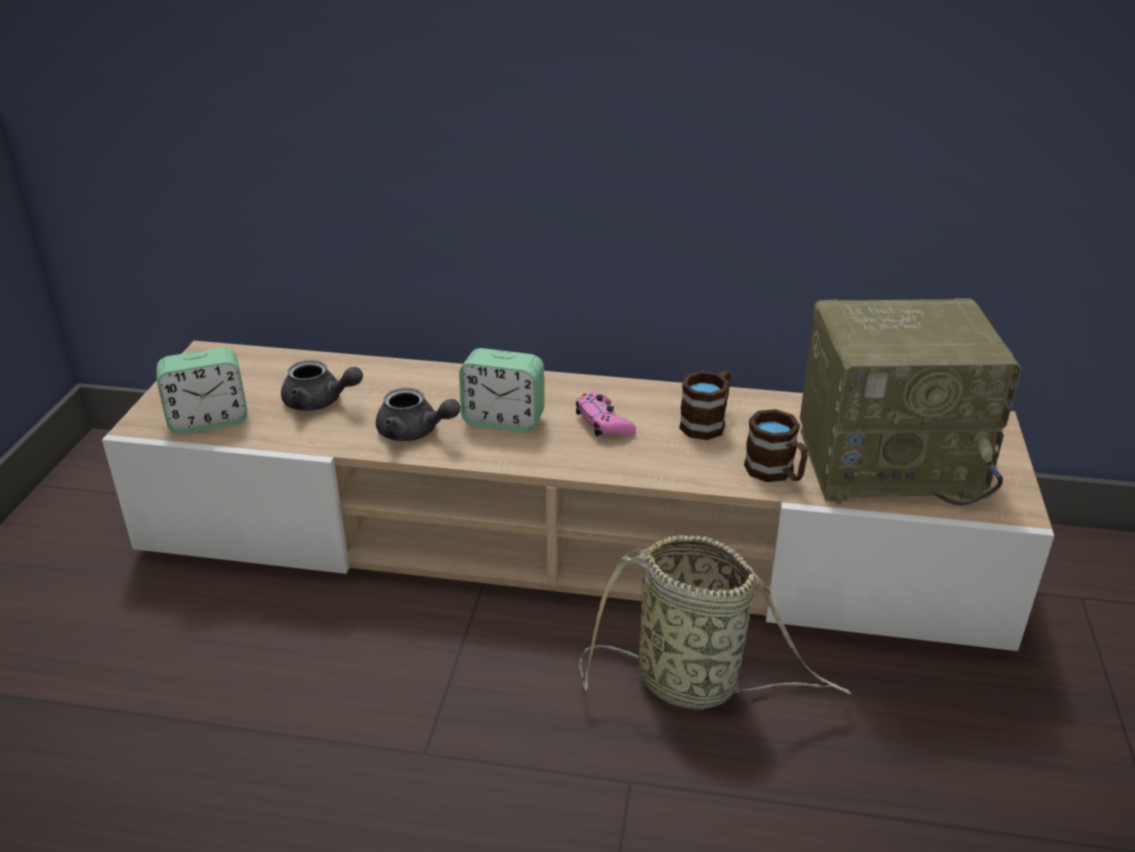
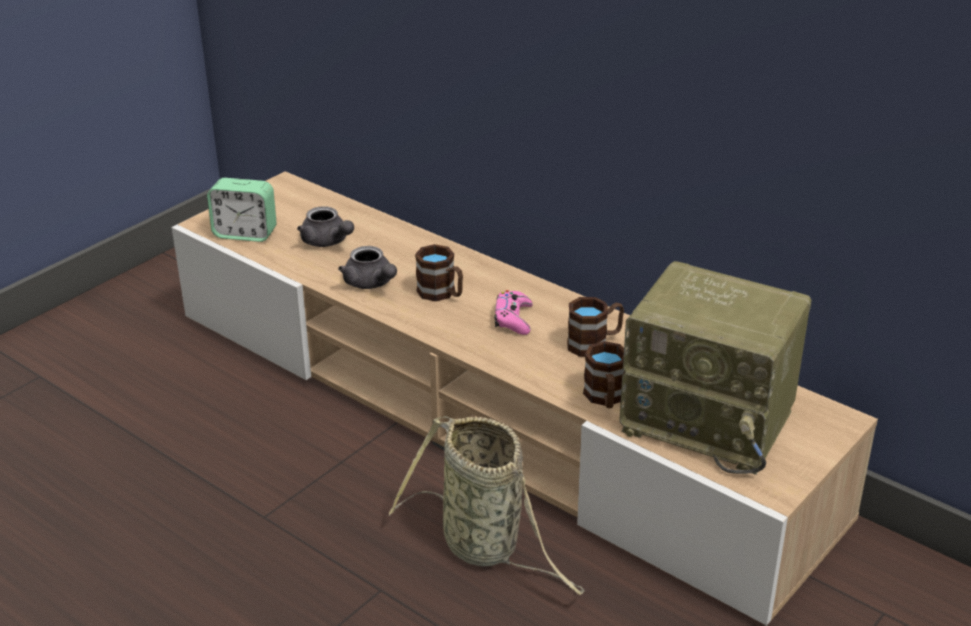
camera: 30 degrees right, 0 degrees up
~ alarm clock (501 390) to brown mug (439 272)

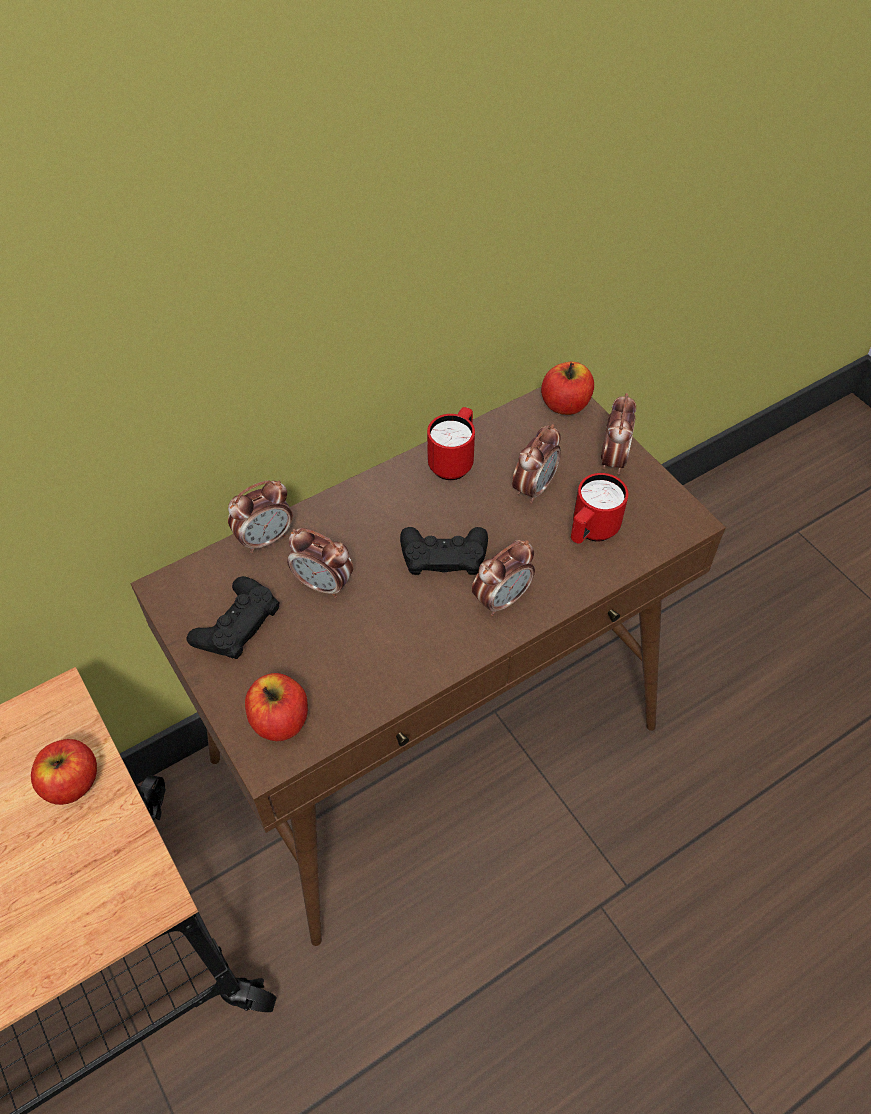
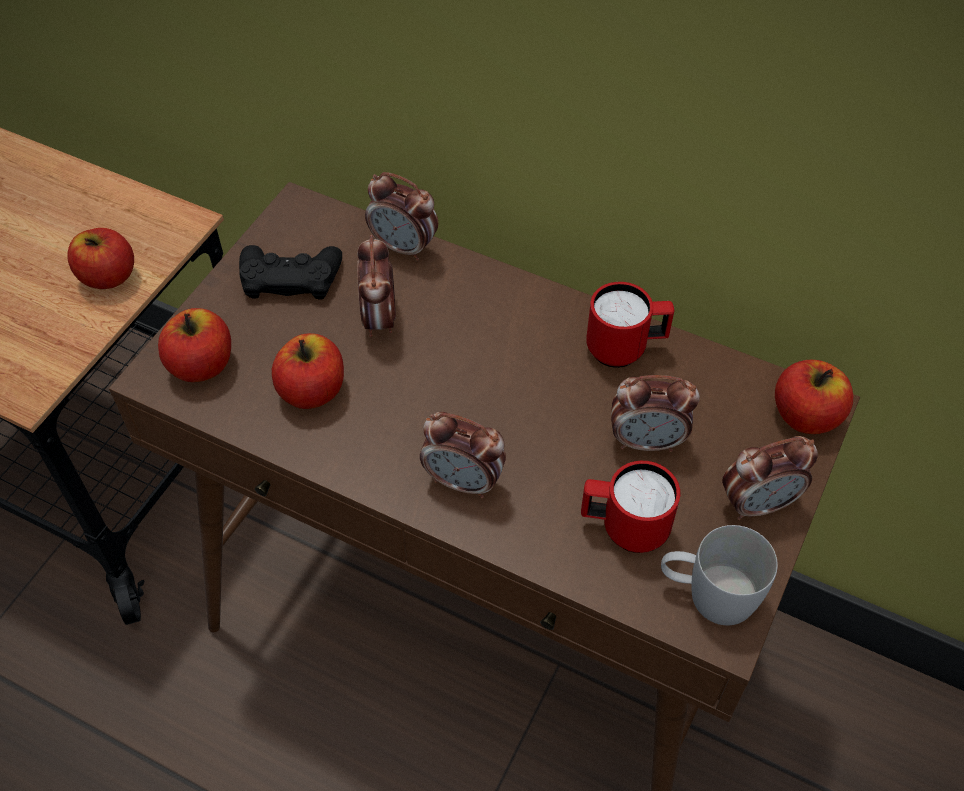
camera: 60 degrees right, 0 degrees up
- black game controller (444 551)
+ apple (308 371)
+ white mug (719 575)

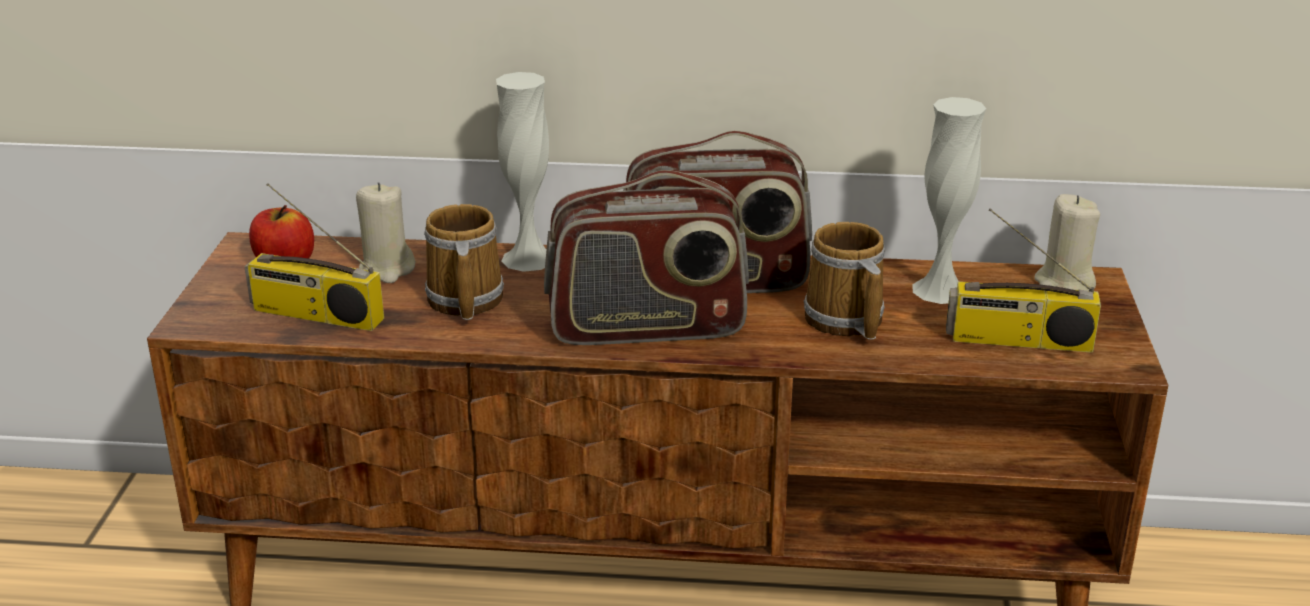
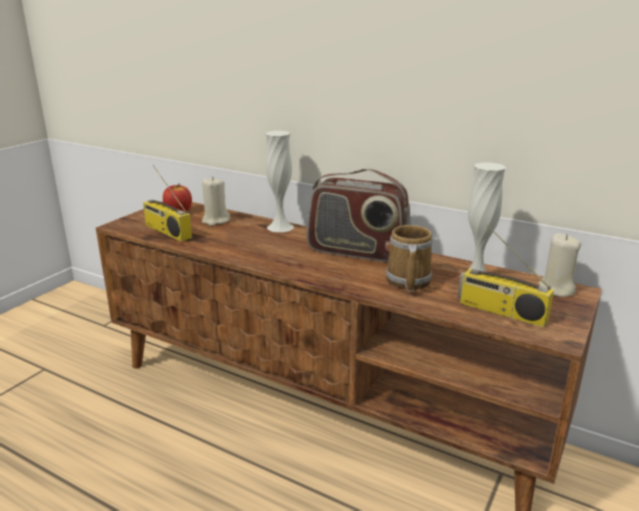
camera: 25 degrees right, 5 degrees down
- mug (464 262)
- radio (646 257)

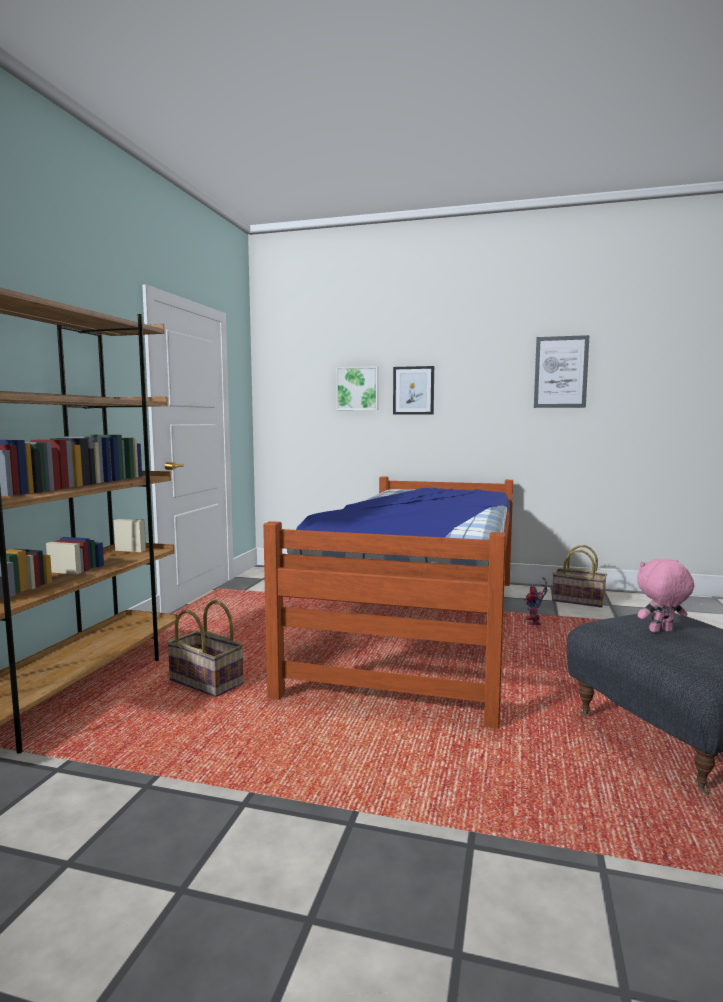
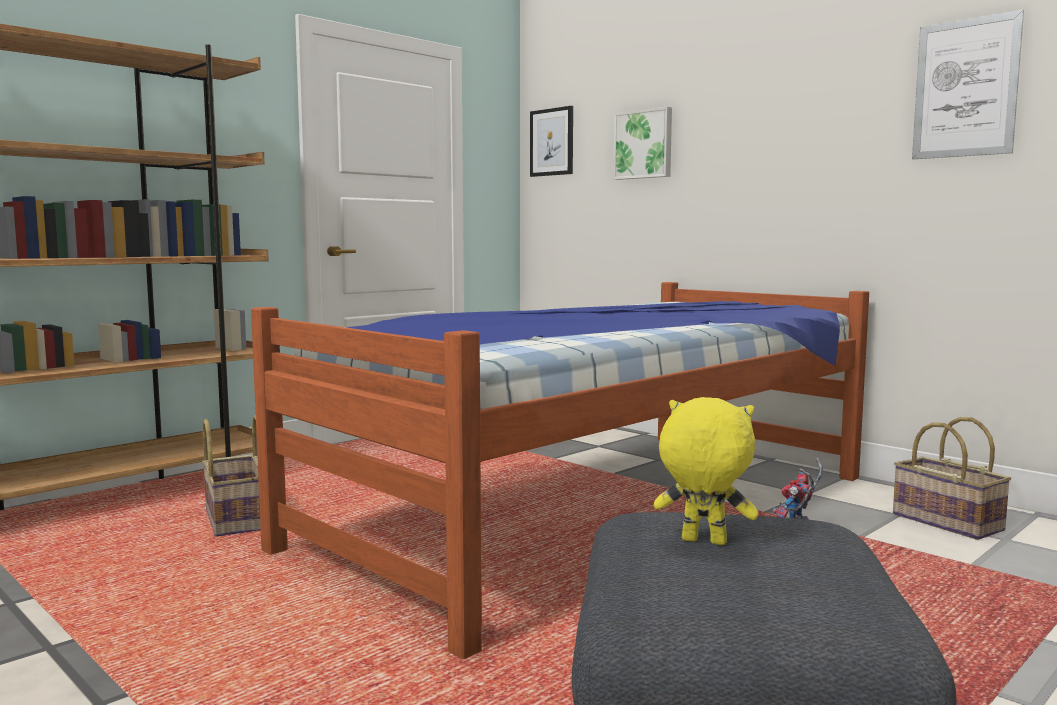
camera: 30 degrees right, 0 degrees up
~ picture (413 390) to (551 141)
~ pink plush toy (665 595) to yellow plush toy (706 471)

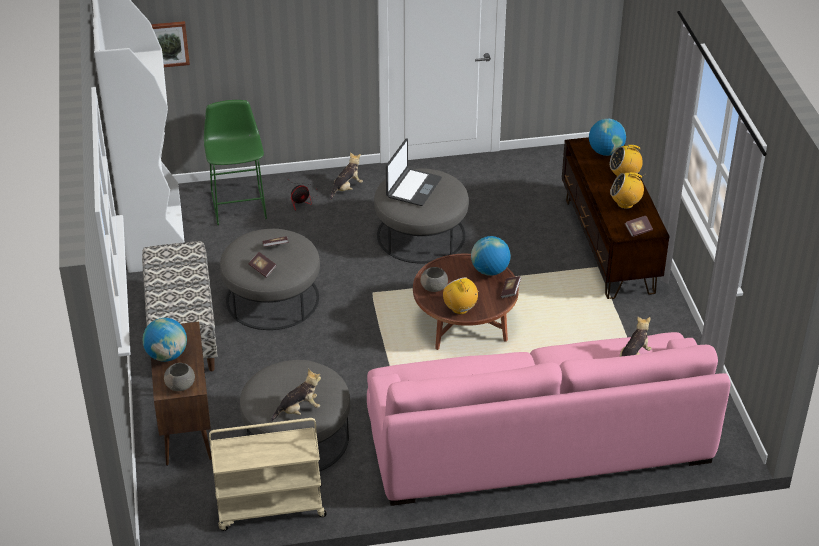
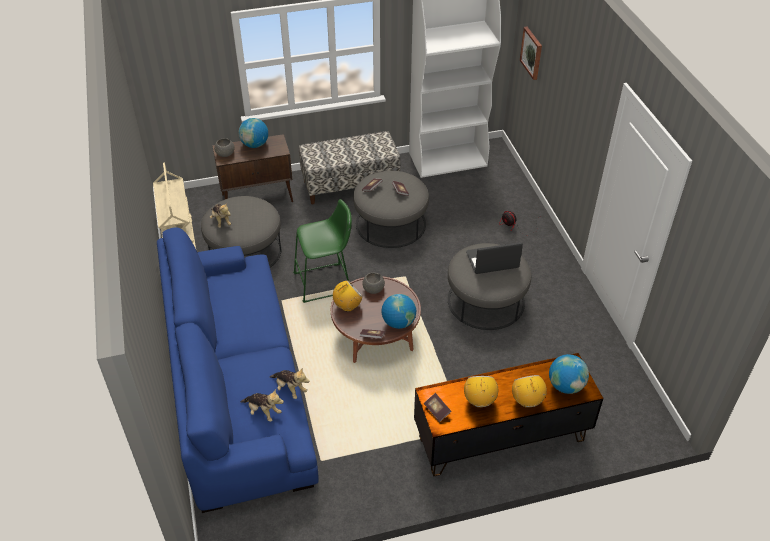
camera: 85 degrees right, 5 degrees up
~ green stool (235 162) to (322 251)
~ plush toy (346 176) to (289 383)
~ pink sofa (548 419) to blue sofa (238 370)
~ laptop (414 172) = (494 258) 150 degrees clockwise

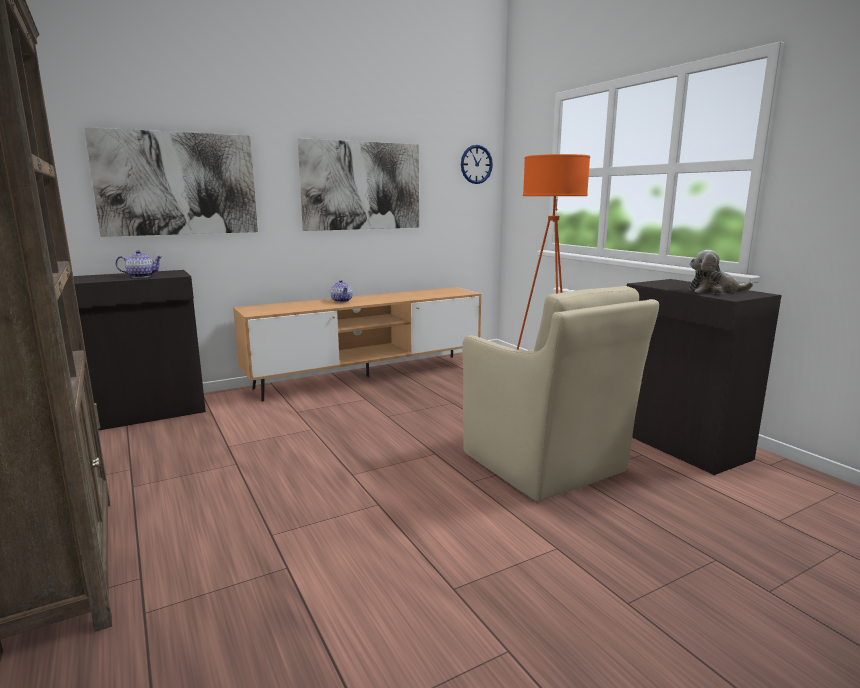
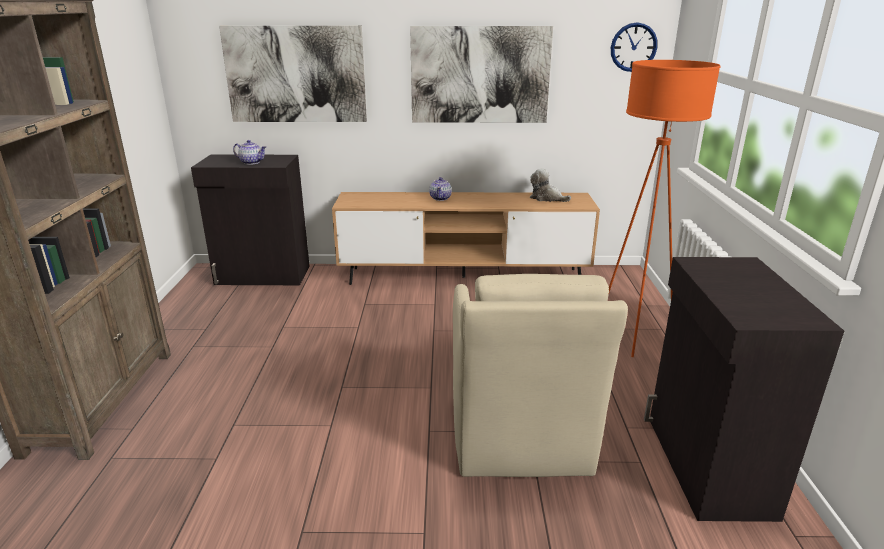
camera: 30 degrees right, 10 degrees up
~ plush toy (721 272) to (550 185)

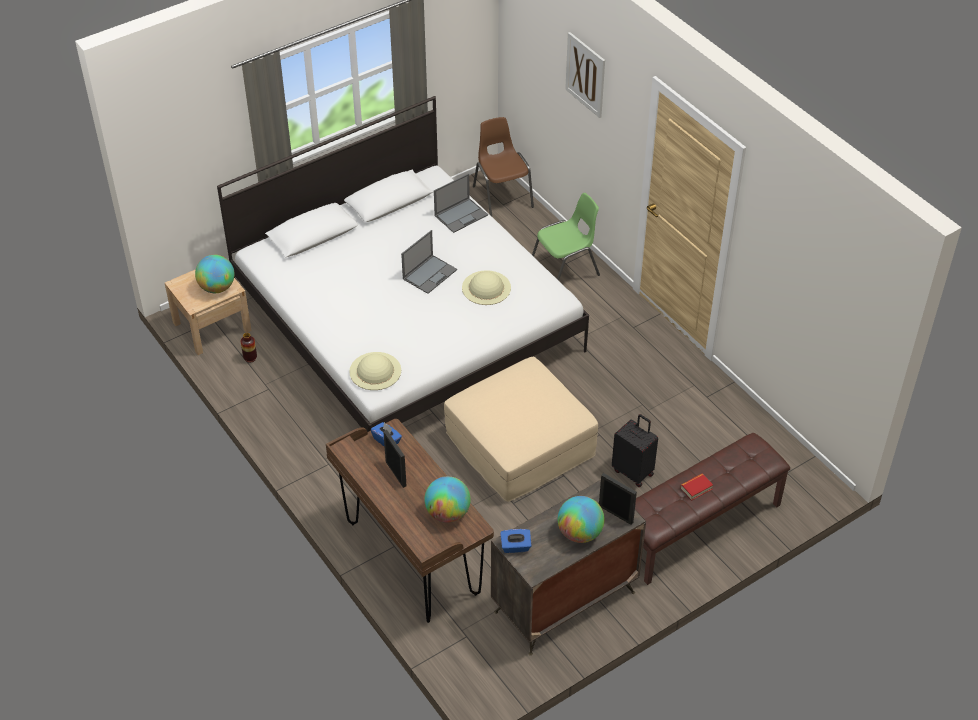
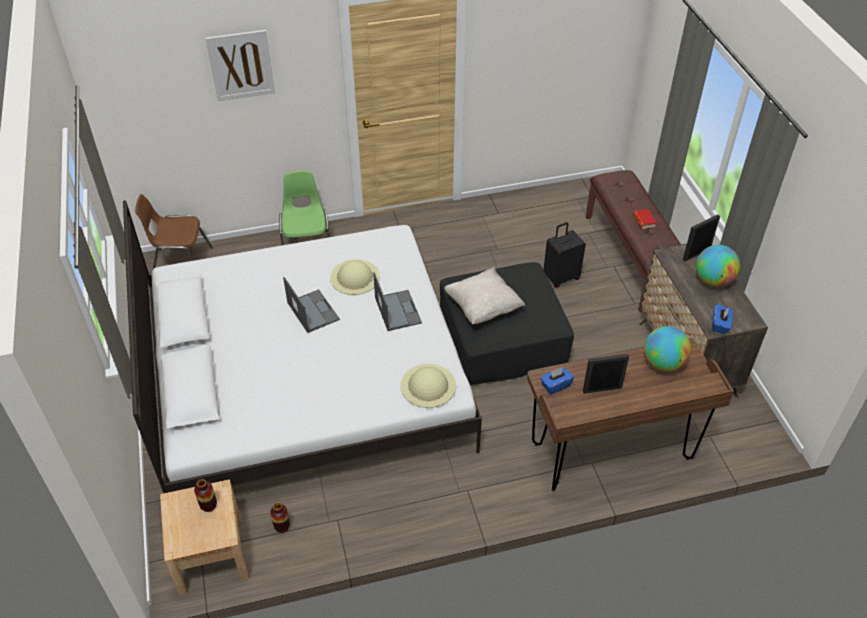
camera: 70 degrees left, 0 degrees up
~ globe (215 274) to vase (205 495)
~ laptop (461 203) to (397 301)
~ beige ottoman (521 429) to black ottoman (507 323)
+ beige pillow (484 295)

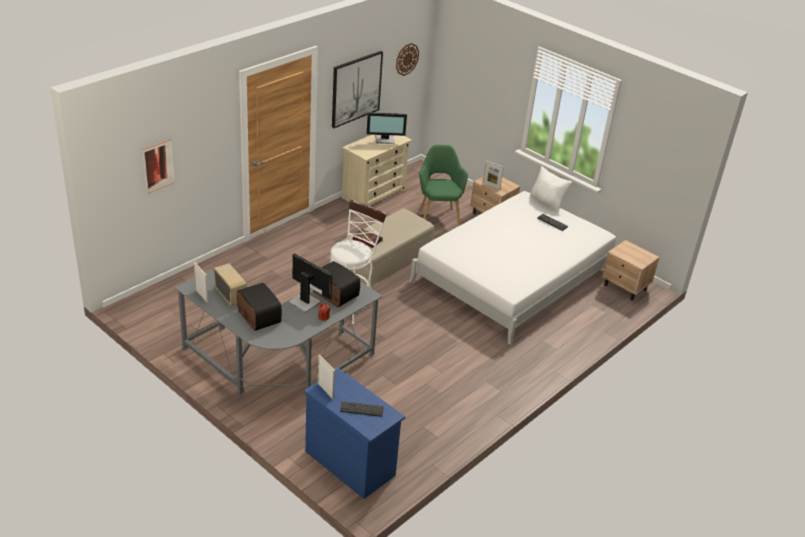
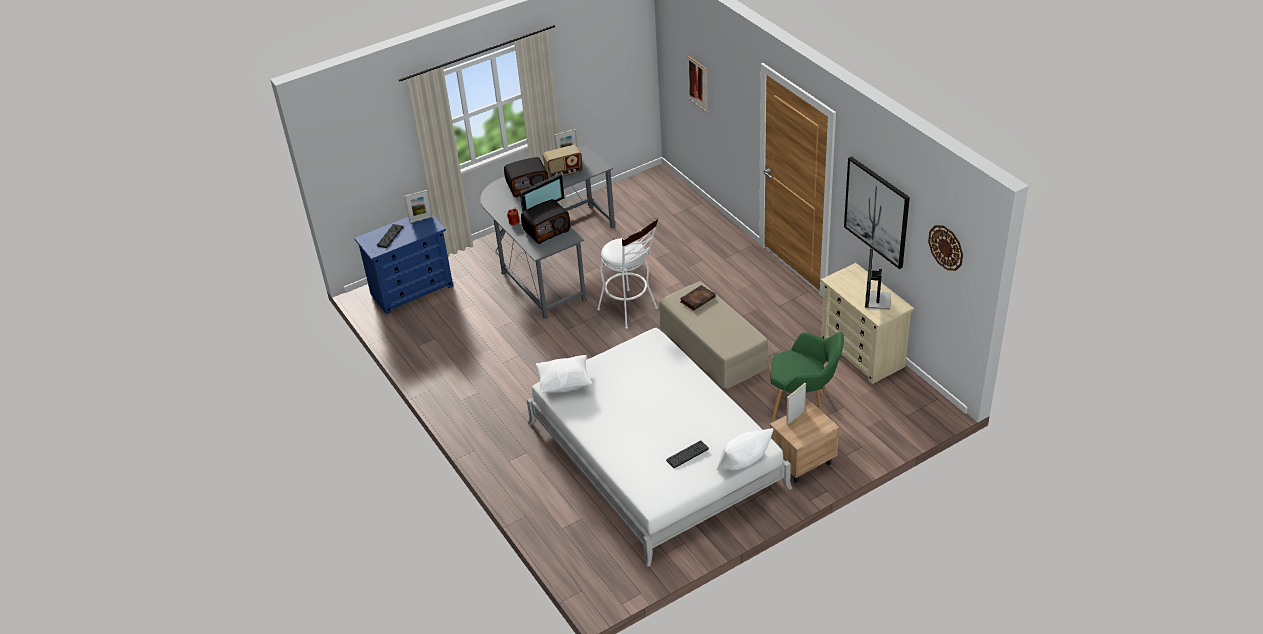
camera: 110 degrees right, 5 degrees up
- beige nightstand (631 270)
+ white pillow (564 374)

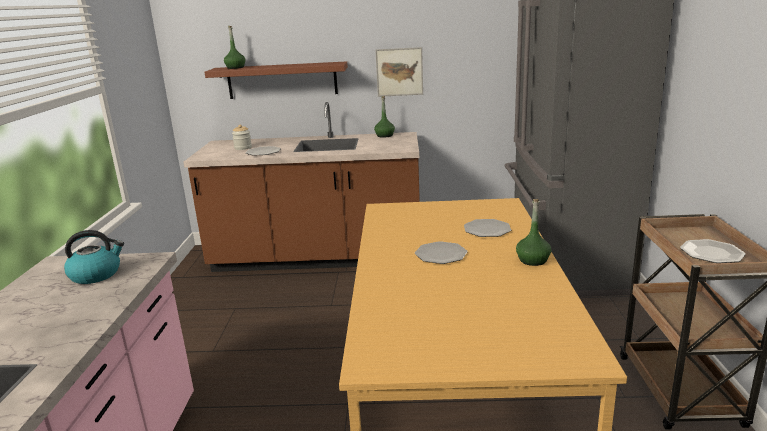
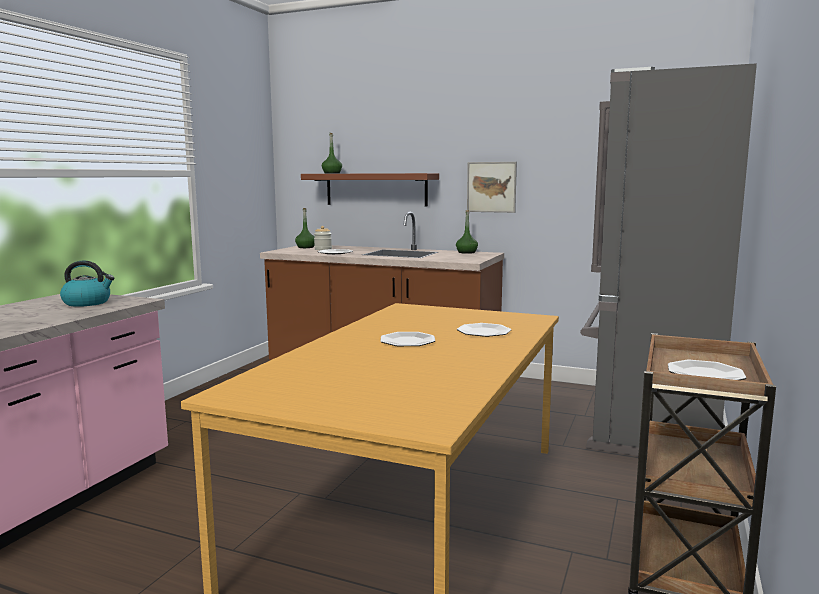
camera: 20 degrees right, 10 degrees down
~ green bottle (533 232) to (305 228)

